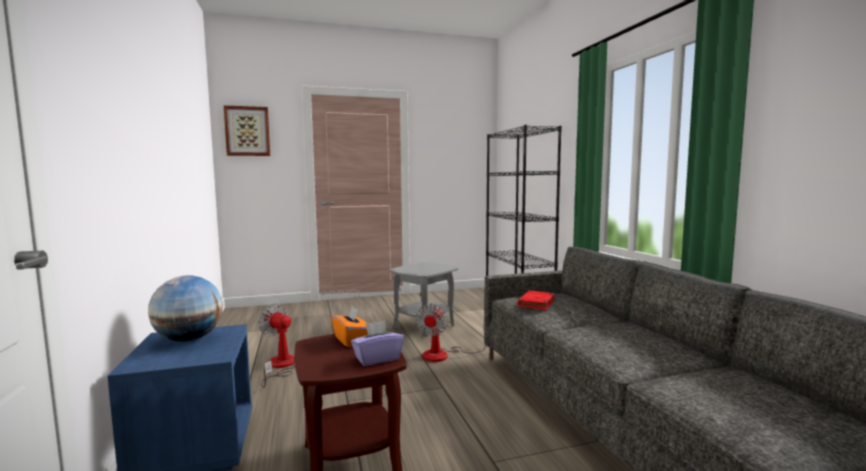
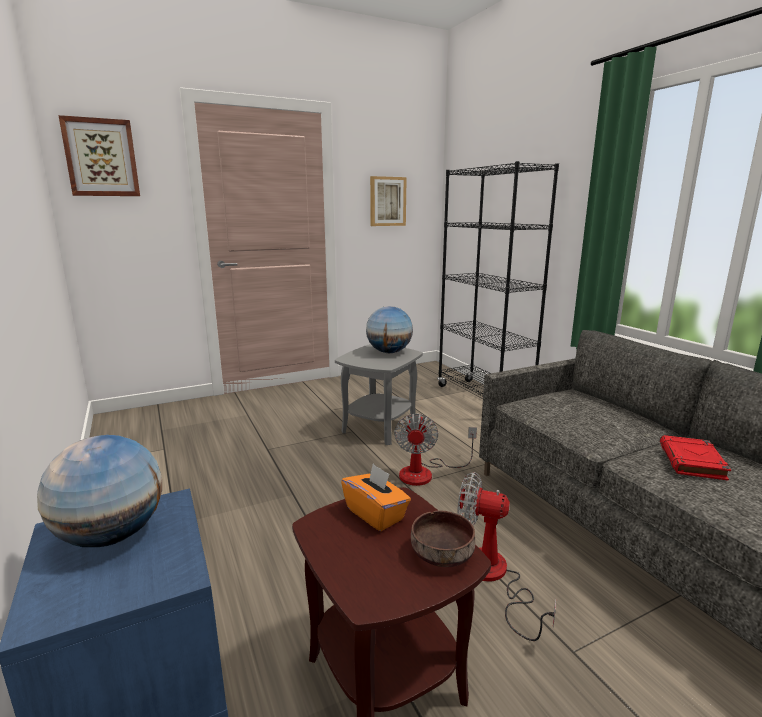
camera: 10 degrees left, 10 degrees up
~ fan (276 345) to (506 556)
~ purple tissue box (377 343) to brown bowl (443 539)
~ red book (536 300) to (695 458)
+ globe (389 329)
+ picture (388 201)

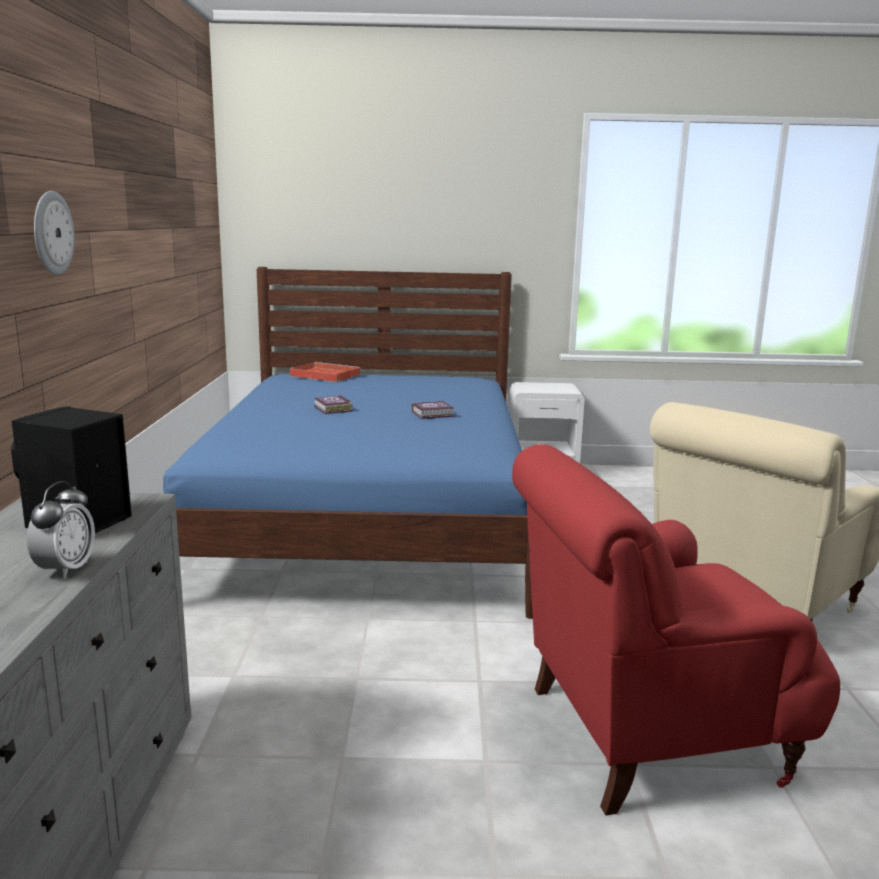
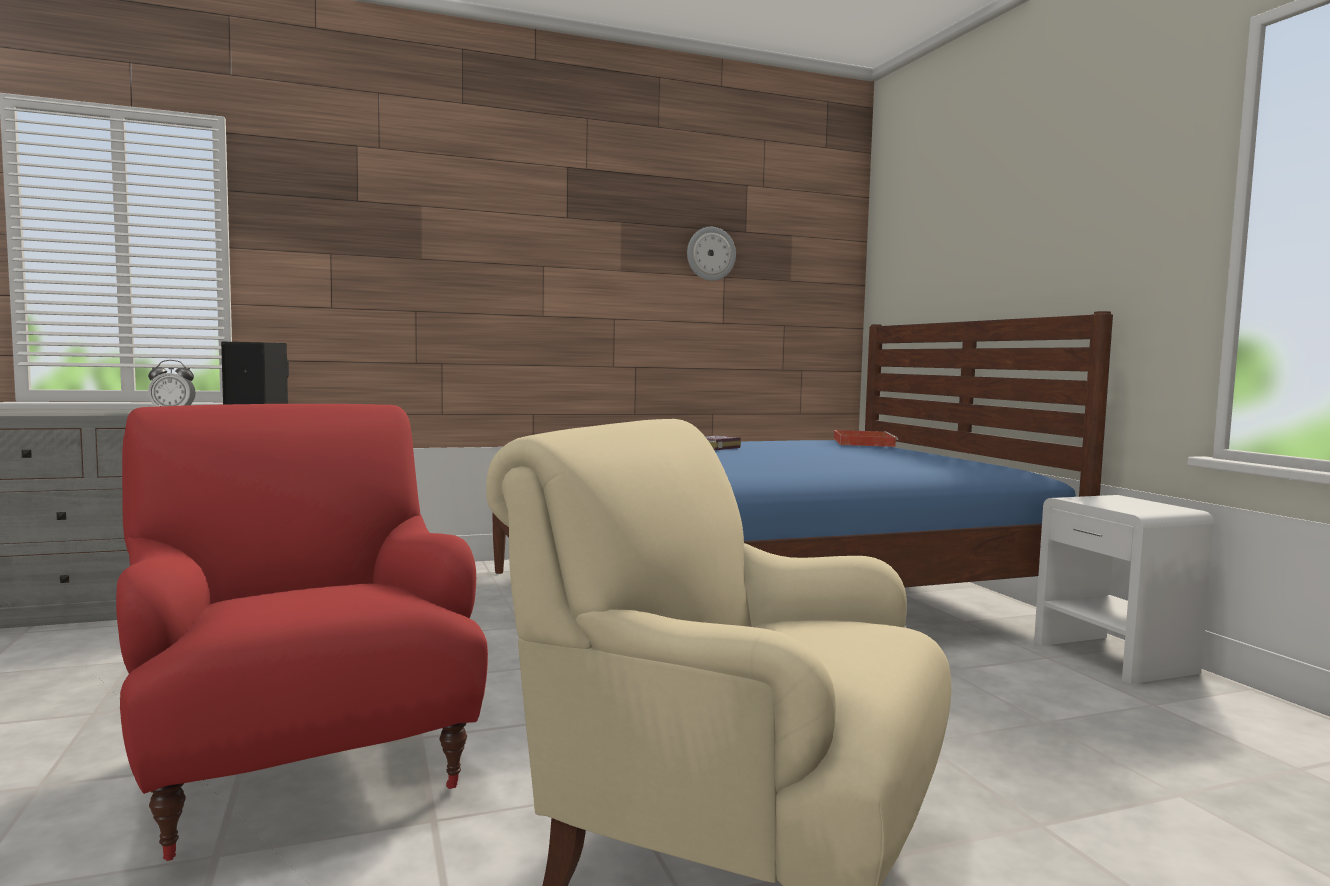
camera: 70 degrees right, 10 degrees down
~ wall clock (54 233) to (711 254)
- book (433 410)

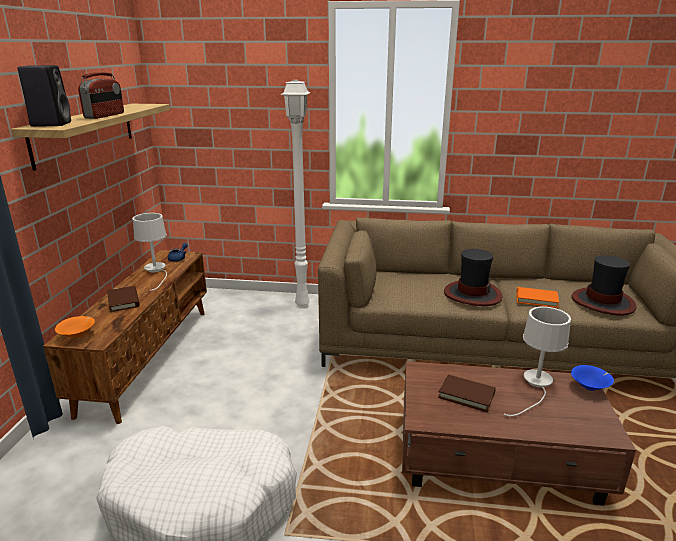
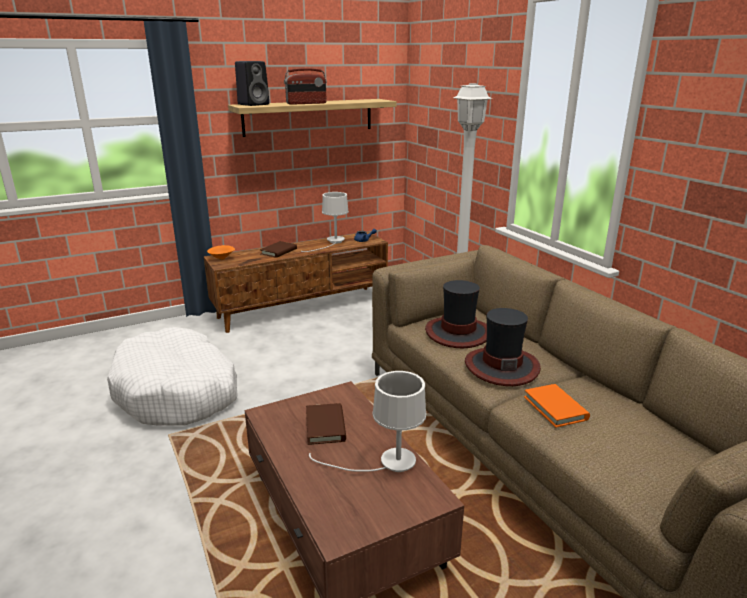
camera: 55 degrees right, 0 degrees up
- blue bowl (592 378)
~ hat (604 285) to (456 314)

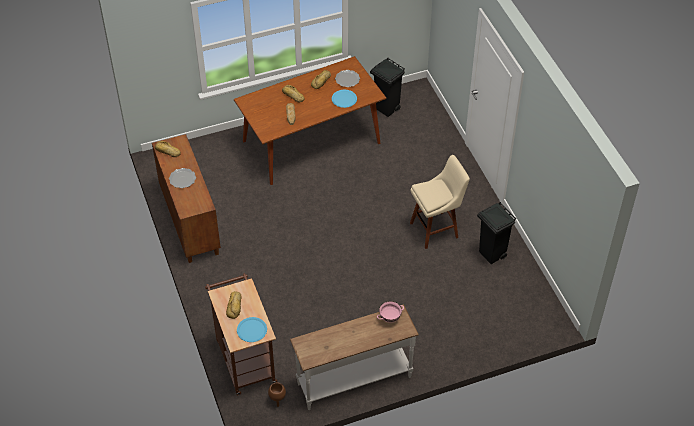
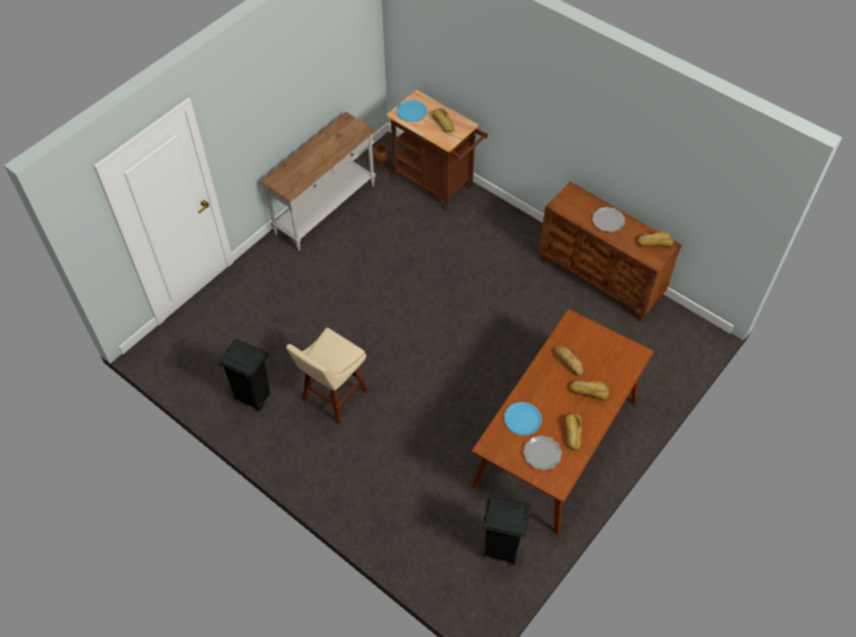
camera: 150 degrees right, 5 degrees up
- pink bowl (390 312)

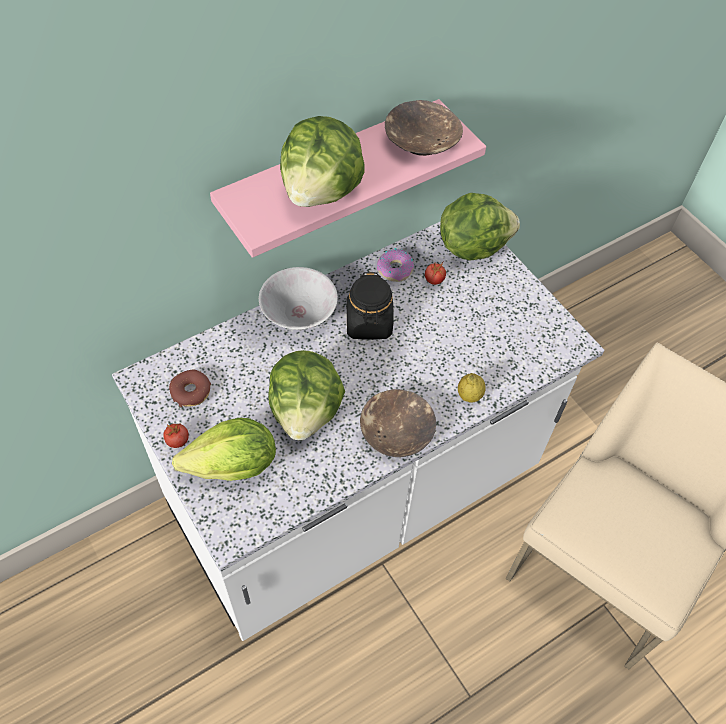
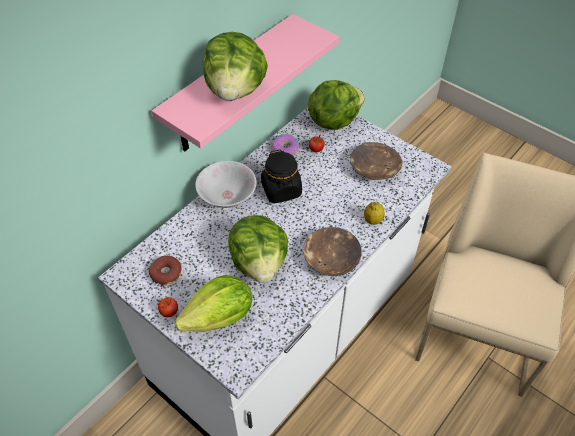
camera: 15 degrees left, 5 degrees down
~ brown bowl (424 128) to (376 161)

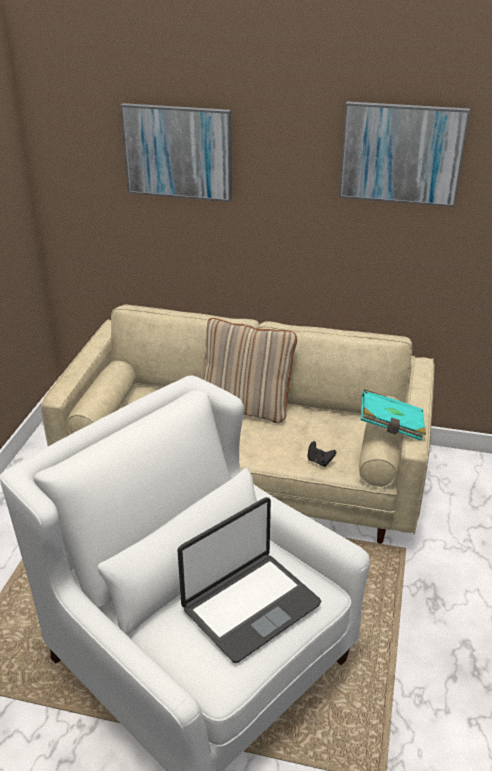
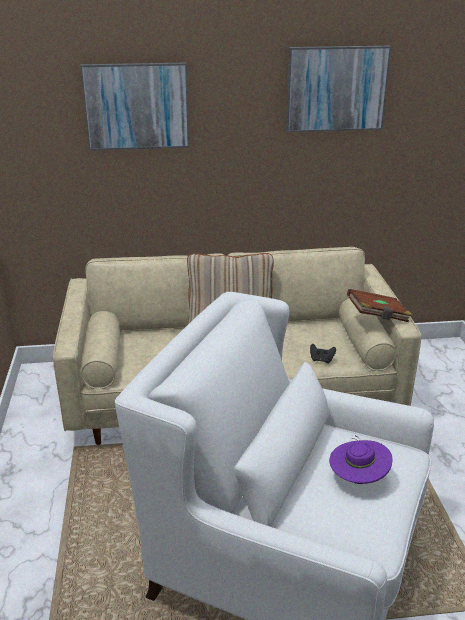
camera: 20 degrees left, 5 degrees down
~ laptop (249 580) to purple hat (360 459)
~ turquoise book (393 415) to brown book (380 305)

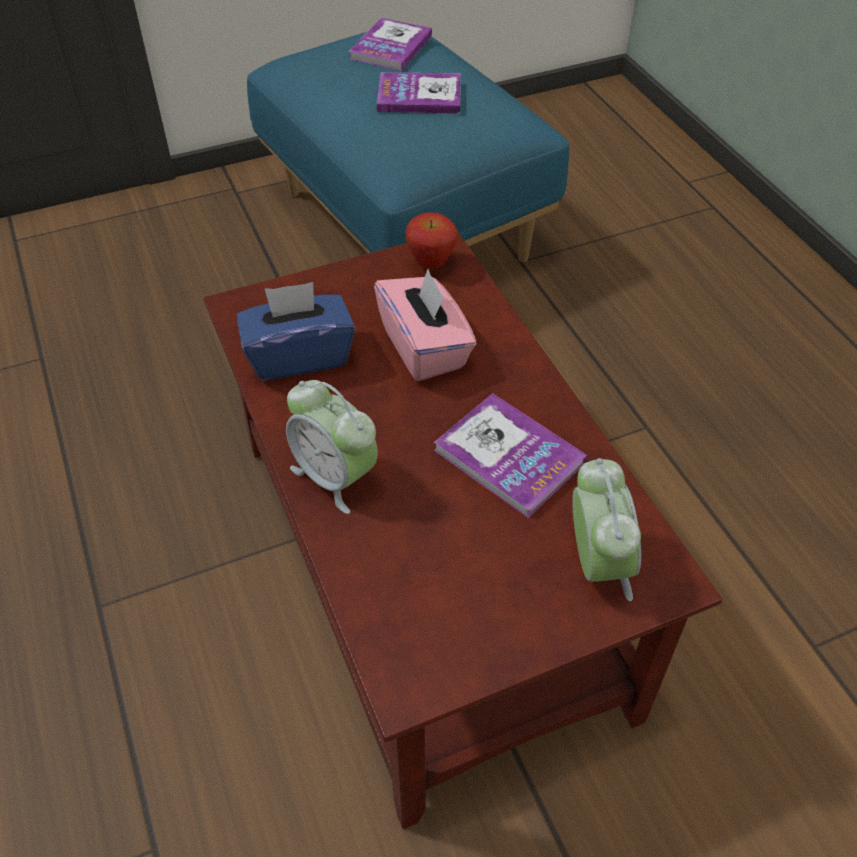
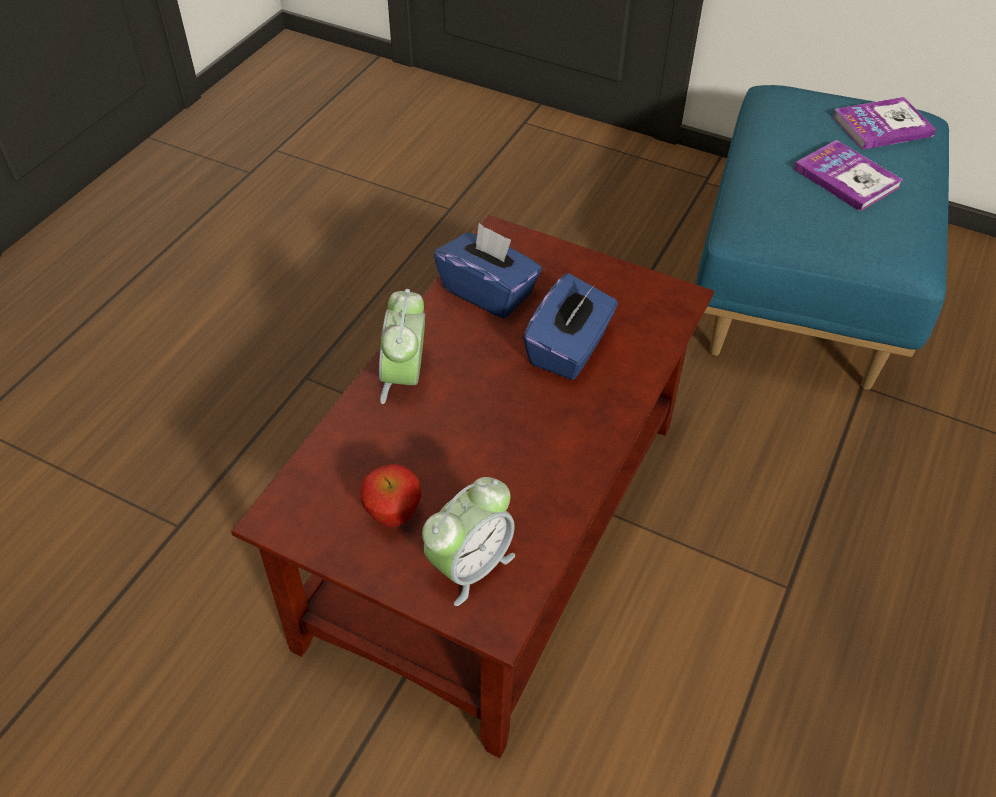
camera: 50 degrees right, 0 degrees up
~ pink tissue box (425 324) to blue tissue box (570 326)
~ apple (431 241) to (391 496)
- book (510 455)

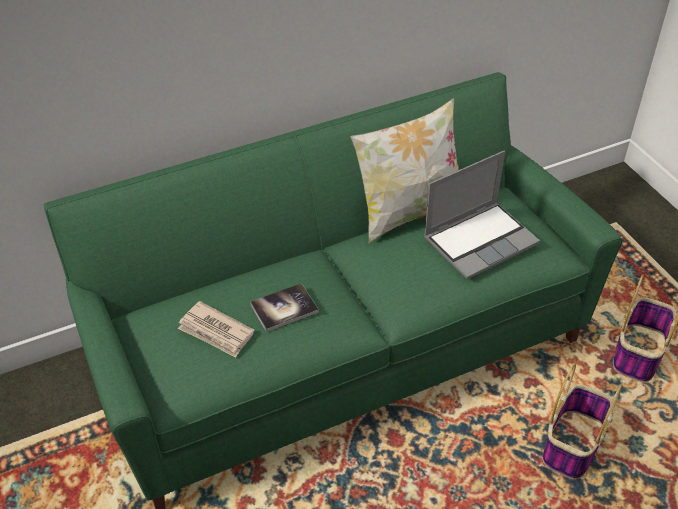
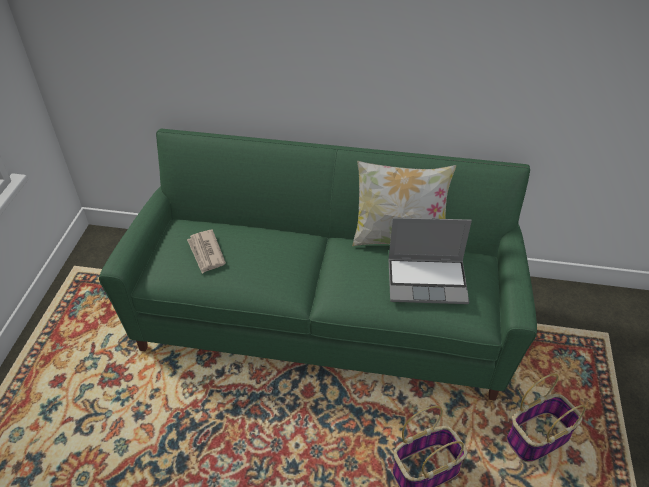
camera: 35 degrees right, 0 degrees up
- book (284 307)

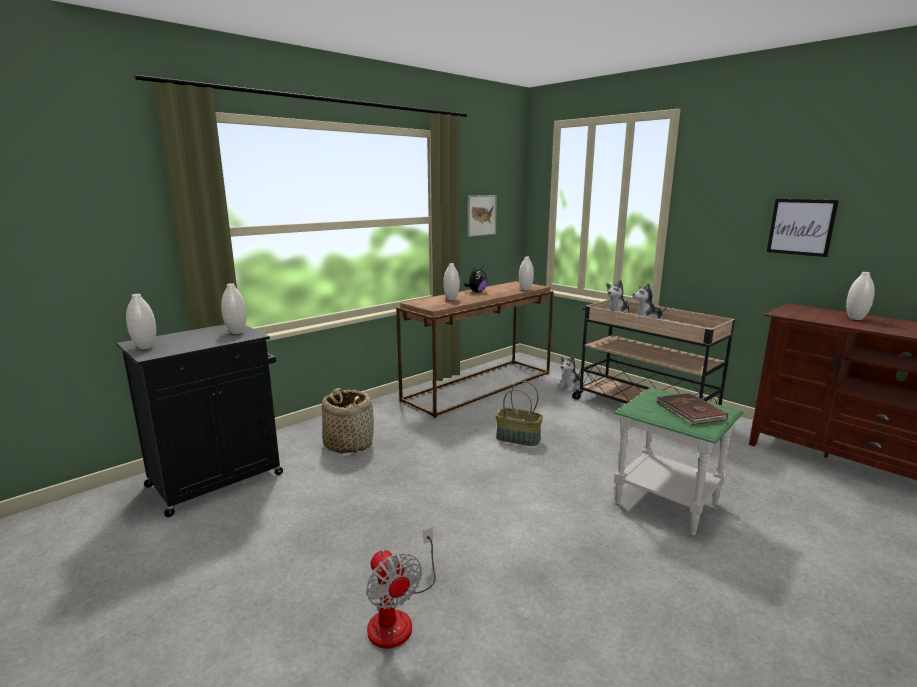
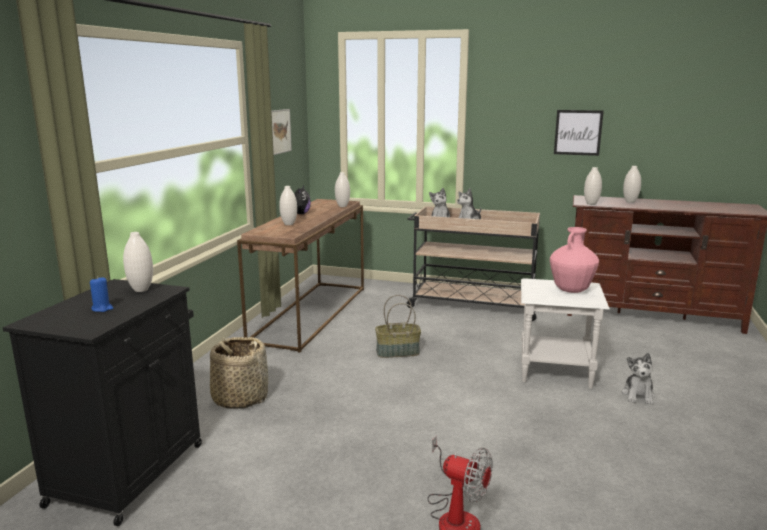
camera: 30 degrees left, 0 degrees up
~ white vase (141 321) to (593 186)
~ plush toy (569 373) to (638 379)
~ green side table (678 461) to white side table (565 333)
~ brown book (692 409) to pink vase (574 260)
+ blue candle (101 294)

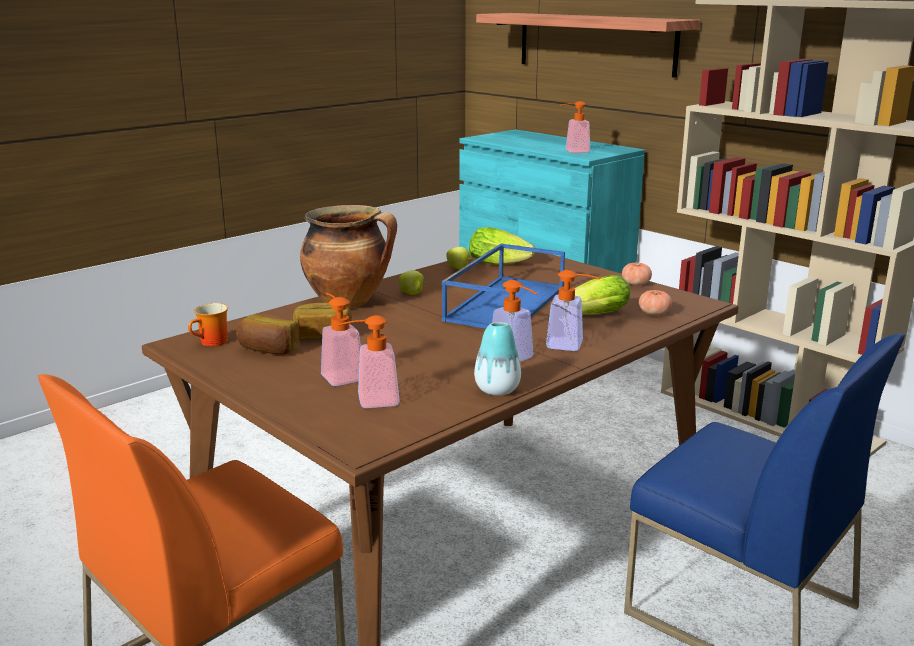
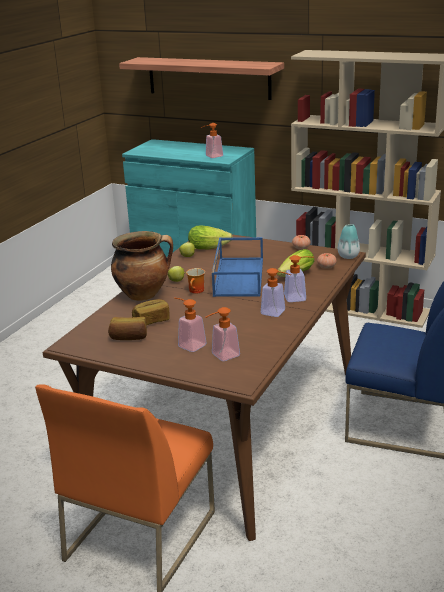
camera: 20 degrees left, 5 degrees up
~ mug (208 324) to (195 281)
~ vase (497 359) to (349 241)

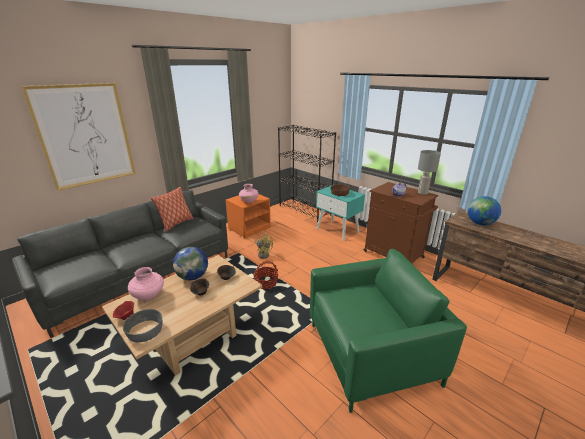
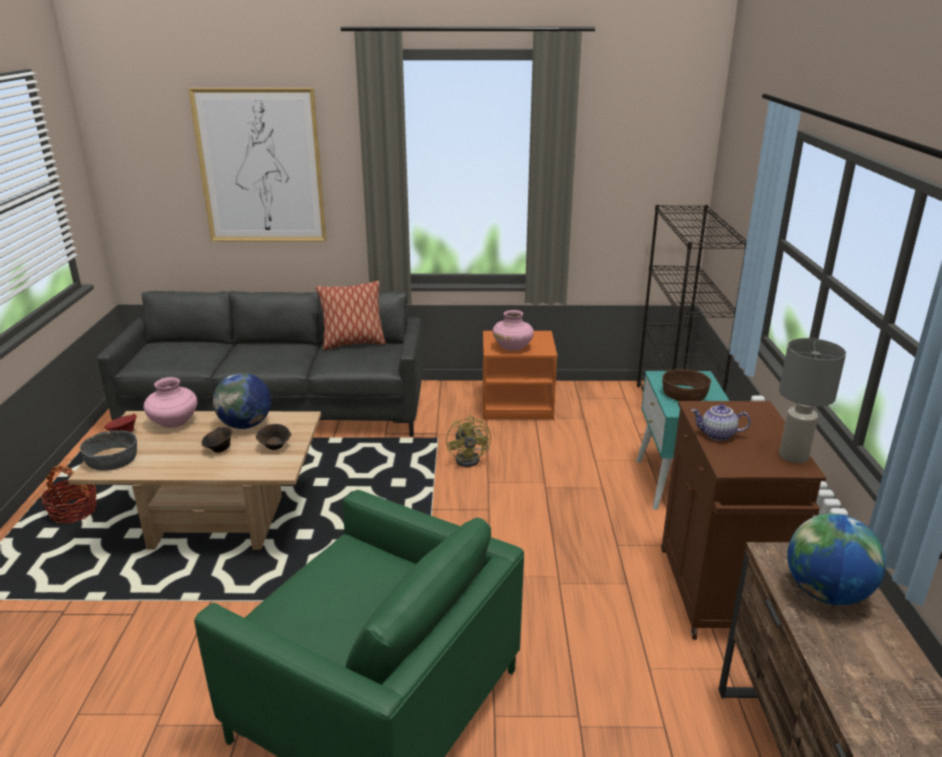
camera: 45 degrees right, 0 degrees up
~ basket (265 275) to (68 494)

